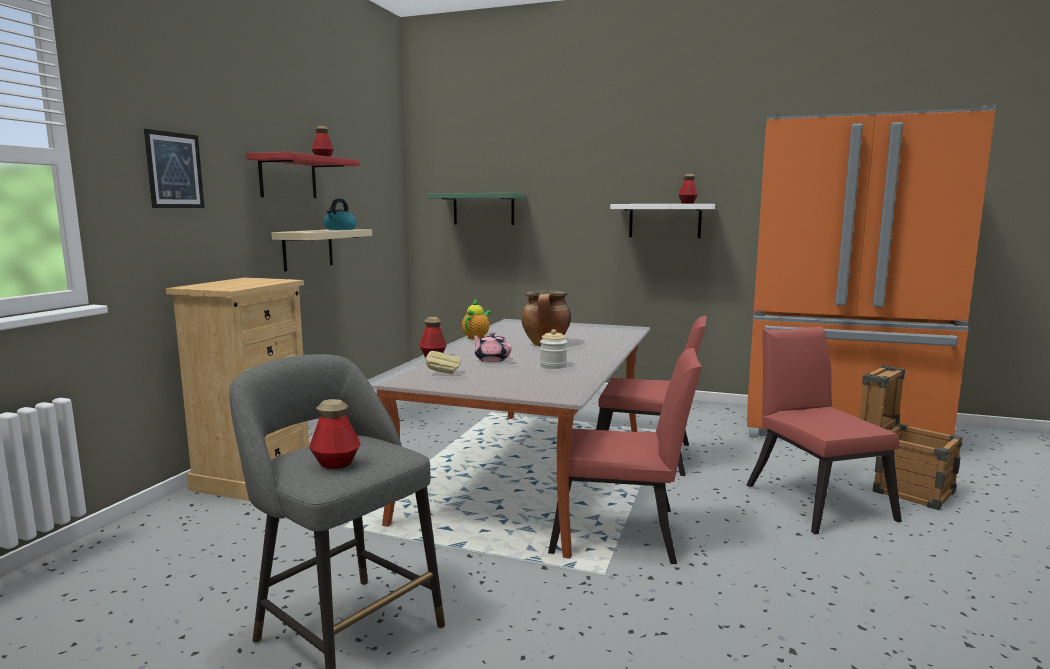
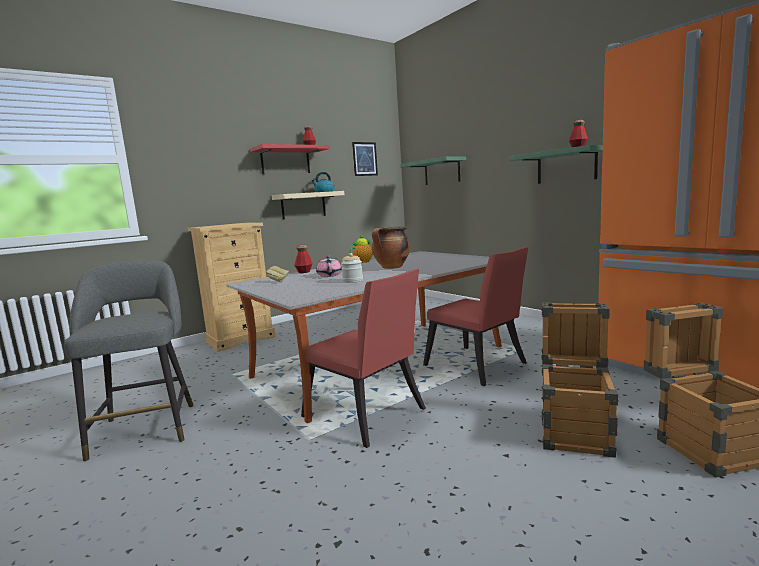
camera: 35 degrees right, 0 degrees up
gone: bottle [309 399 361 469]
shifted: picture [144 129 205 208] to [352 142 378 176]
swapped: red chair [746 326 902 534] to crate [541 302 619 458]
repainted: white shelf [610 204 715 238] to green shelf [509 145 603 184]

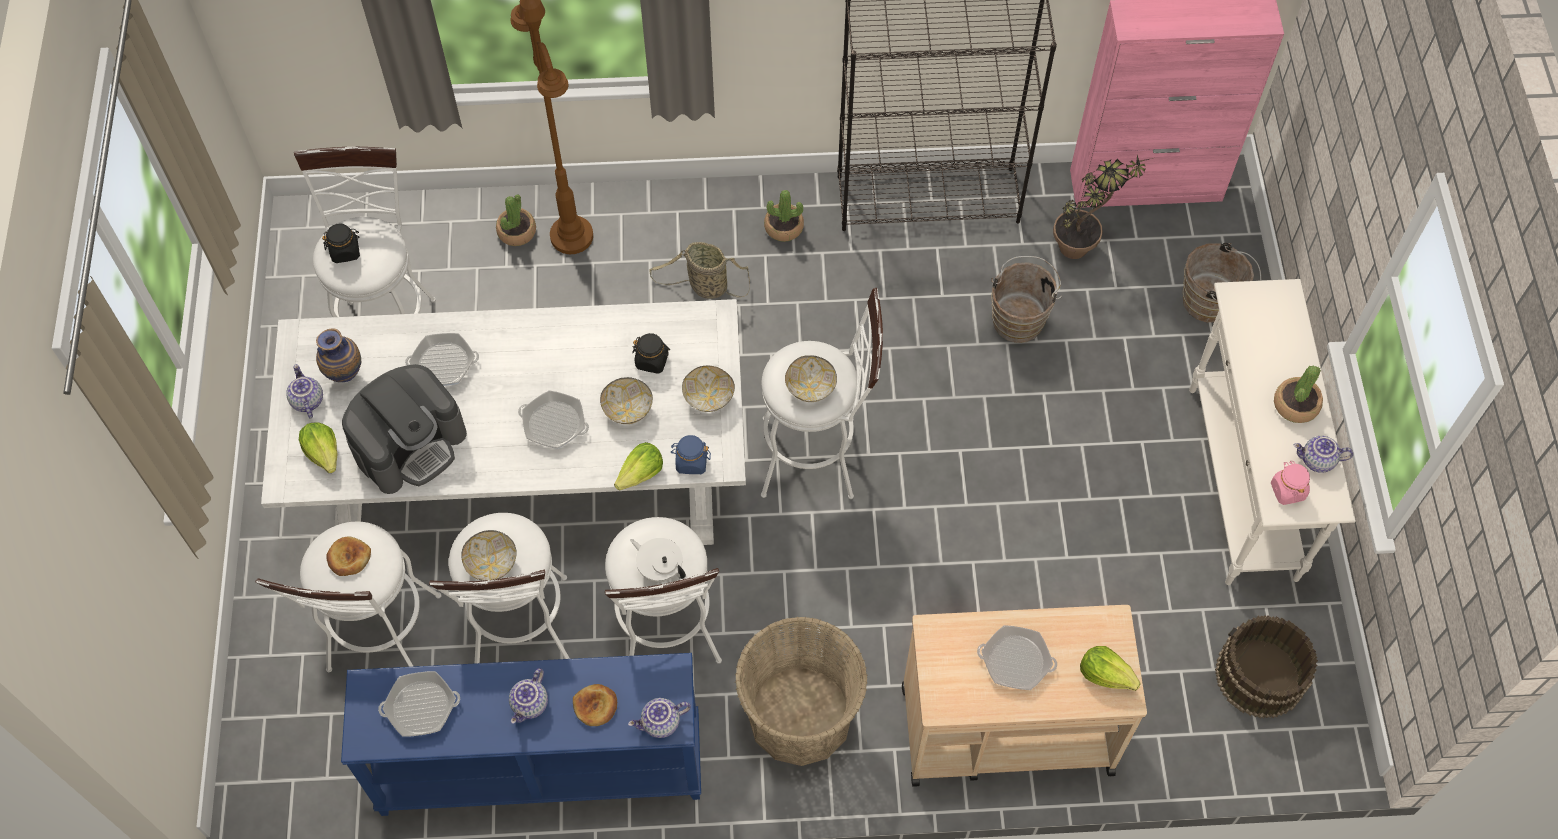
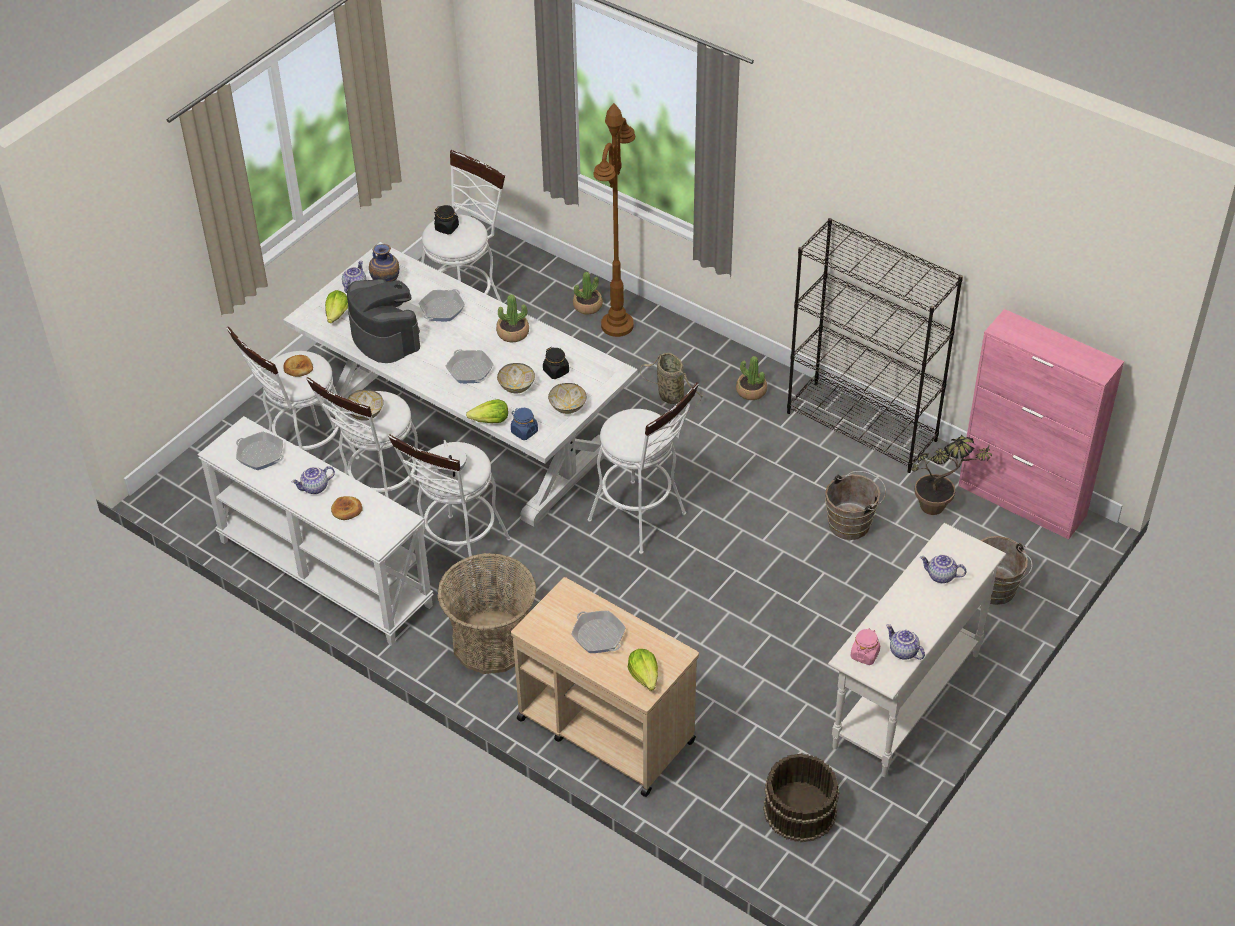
camera: 40 degrees right, 15 degrees down
gone: bowl [785 355 837 402]
shifted: potted plant [1274 366 1323 423] to [496 294 529 342]; teapot [628 698 691 738] to [920 554 966 583]
repainted: blue console table [341 653 701 816] to white console table [198 416 433 645]
rotated: coffee machine [342 364 467 494] = [347 279 420 363] 120 degrees counterclockwise; frying pan [405 333 479 386] = [419 289 465 321] 90 degrees counterclockwise

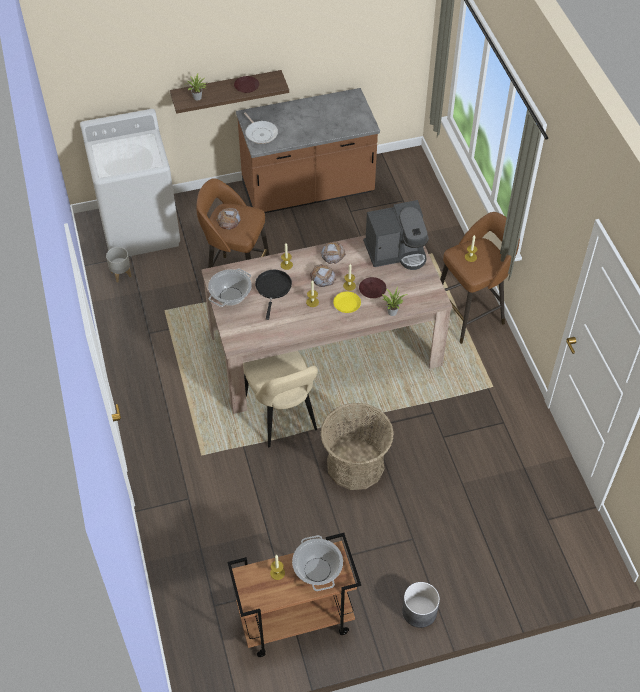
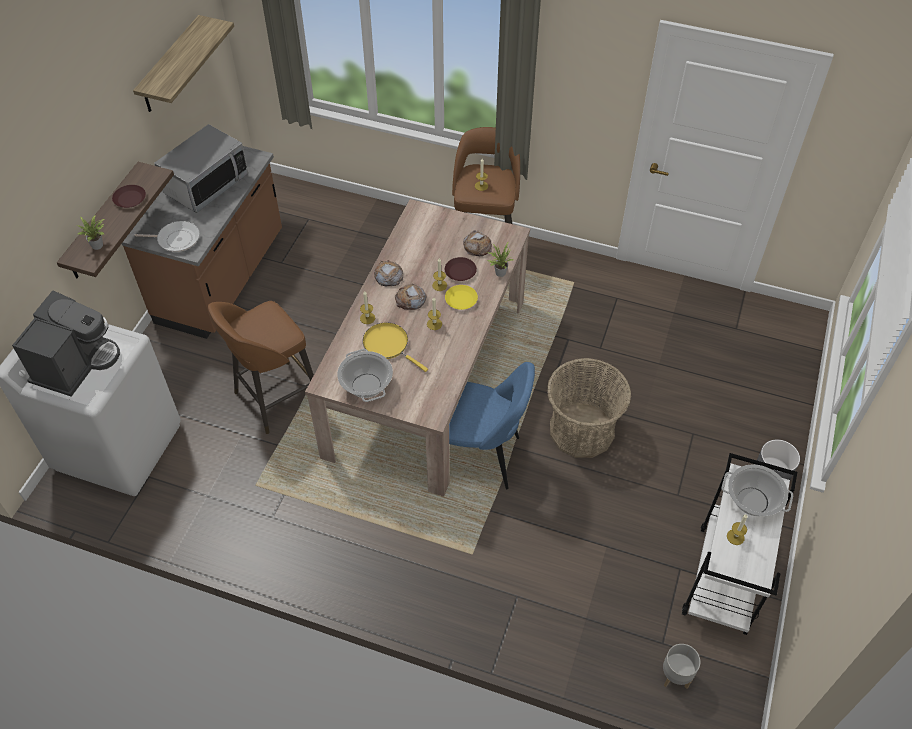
camera: 55 degrees left, 0 degrees up
new: shelf [133 15 234 112]; microwave [154 124 248 213]
shifted: coffee machine [363 200 429 270] to [12 290 120 396]; bread [217 208 241 230] to [463 230 492 256]; grey planter [106 247 131 282] to [663 644 700 689]
repainted: black frying pan [255 270 292 320] to yellow frying pan [363 322 428 372]; beige chair [243 351 318 447] to blue chair [449 362 535 489]; brown cart [227 533 361 657] to white cart [682 453 797 635]

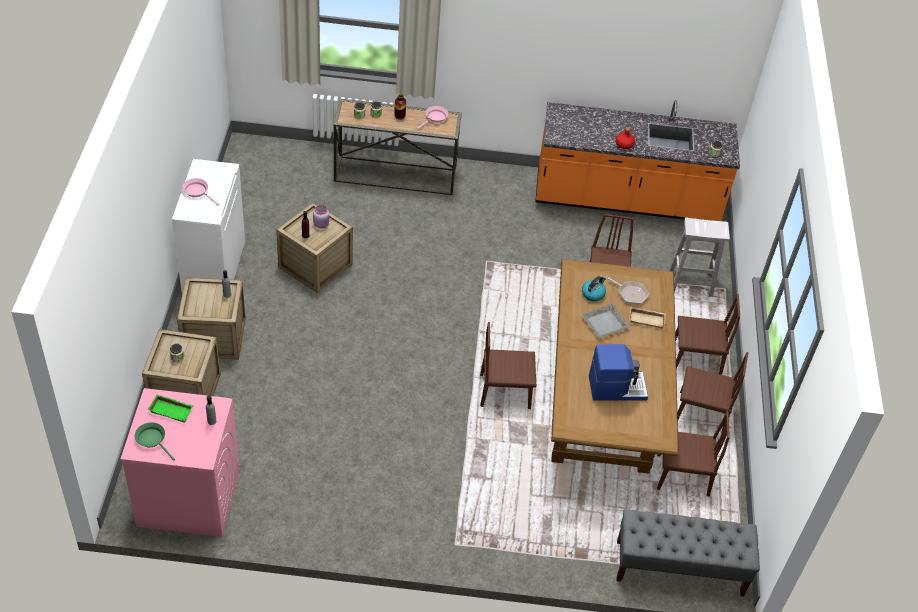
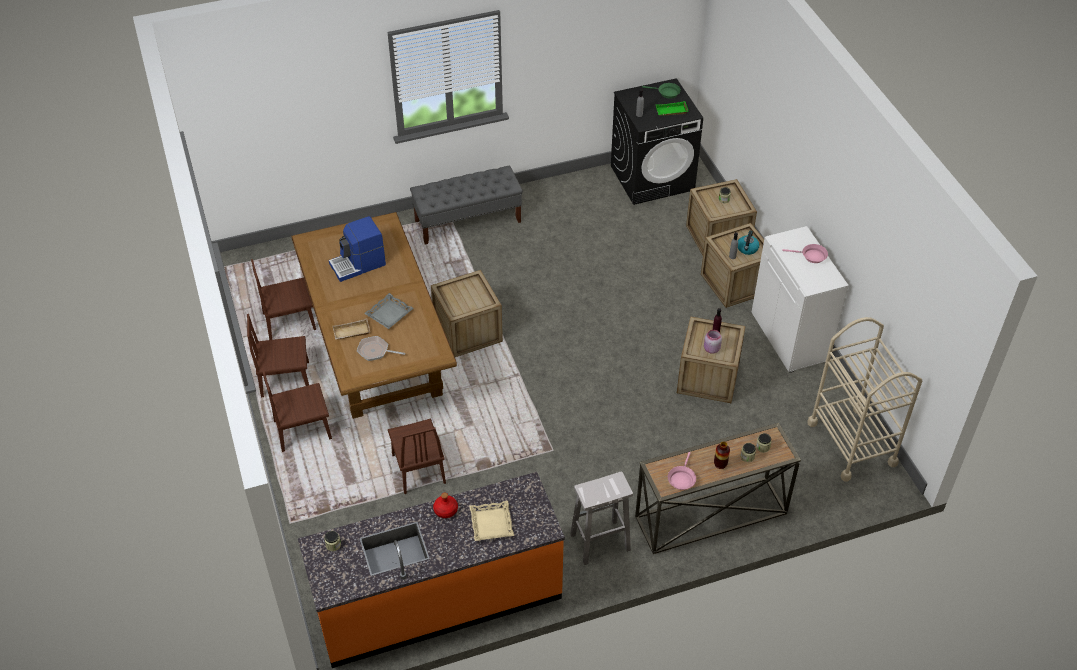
camera: 160 degrees right, 0 degrees up
new: beige tray [470 501 514 541]; beige cart [807 317 922 481]
shifted: grey bench [616 509 760 596] to [410 166 523 244]; white stool [669 218 730 297] to [570 471 633 565]; kettle [582 276 606 301] to [738 231 759 255]
swapped: brown chair [480 322 536 409] to crate [431 270 503 357]
repainted: pink washing machine [120 388 240 537] to black washing machine [611 78 703 205]

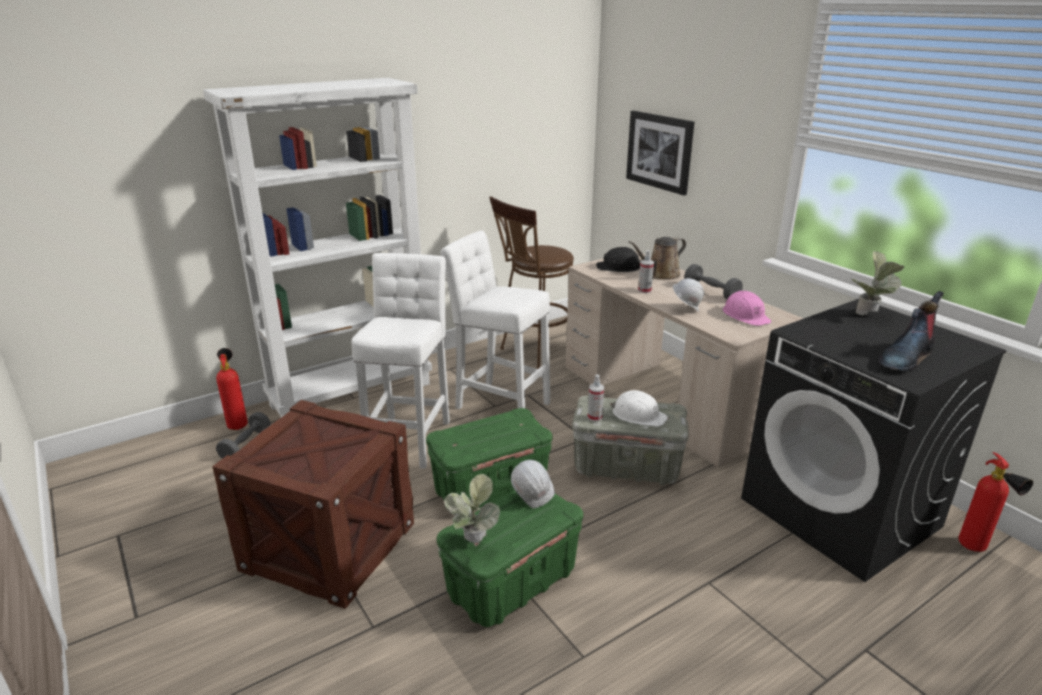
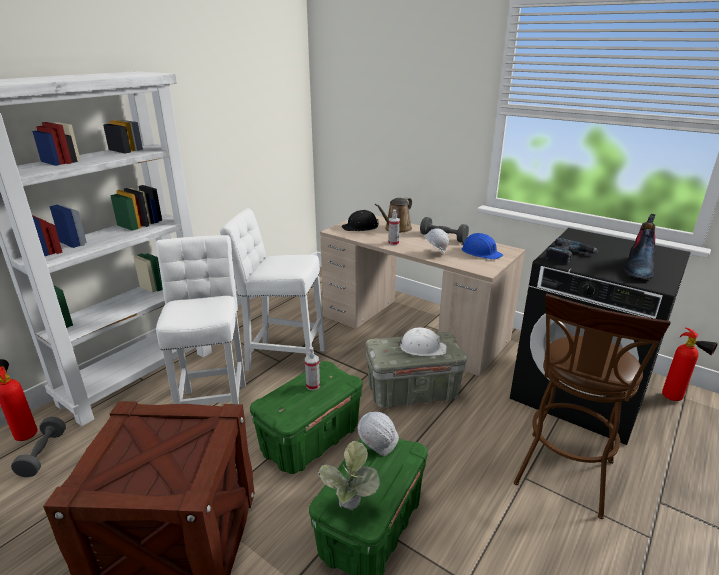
camera: 20 degrees left, 0 degrees up
gone: picture [626 111 694 195]; potted plant [851 251 905 316]
new: power drill [545 238 599 264]
shifted: spray bottle [588 374 604 421] to [305 347 320 391]; brown stool [489 197 574 369] to [514 293 671 519]
repainted: pink hard hat [723 291 772 326] to blue hard hat [461 233 503 260]

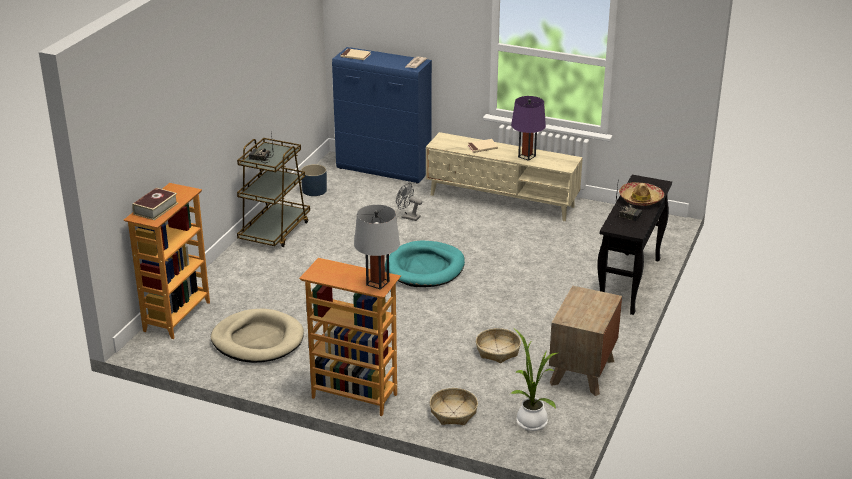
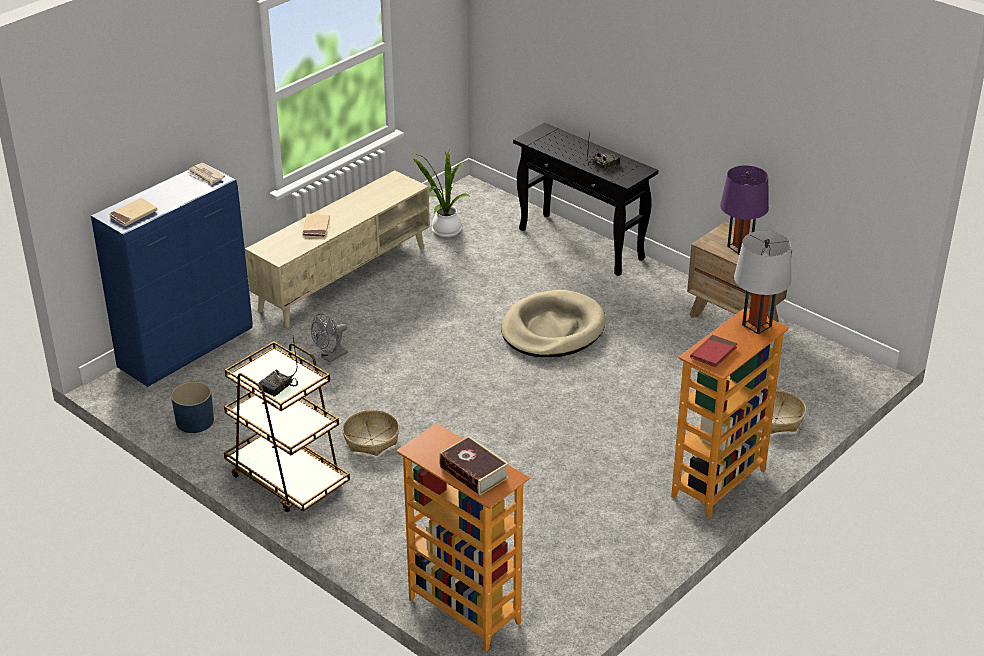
camera: 70 degrees left, 5 degrees up
gone: turquoise dog bed [385 240 465 287]; hat [619 182 664 206]
new: red book [690 335 737 367]
shifted: basket [476 328 521 363] to [342 410 399 456]; potted plant [511 329 557 431] to [412 150 469 237]; beige dog bed [211 309 304 363] to [501 290 606 357]; purple table lamp [511 96 546 161] to [720 166 769 254]

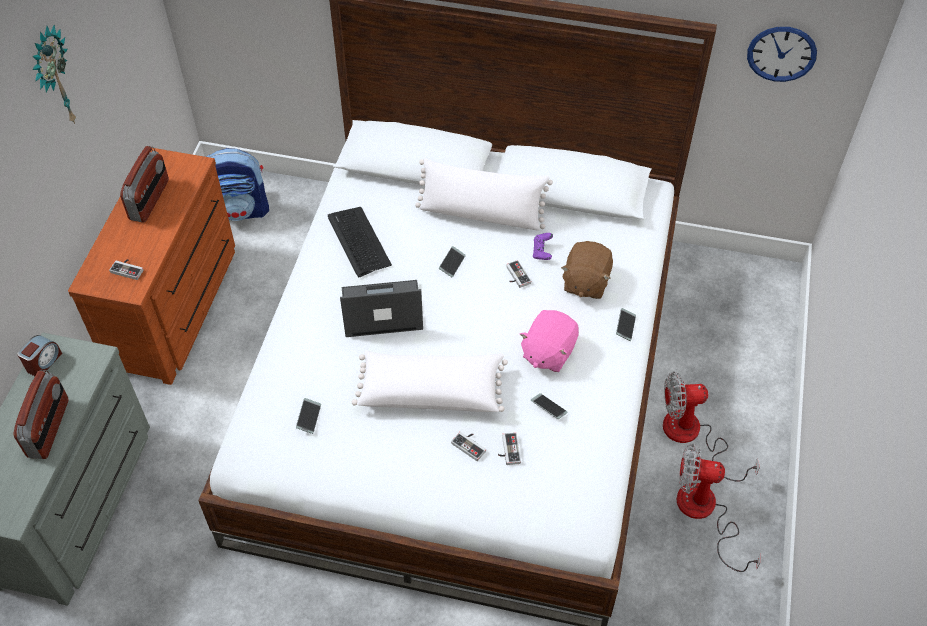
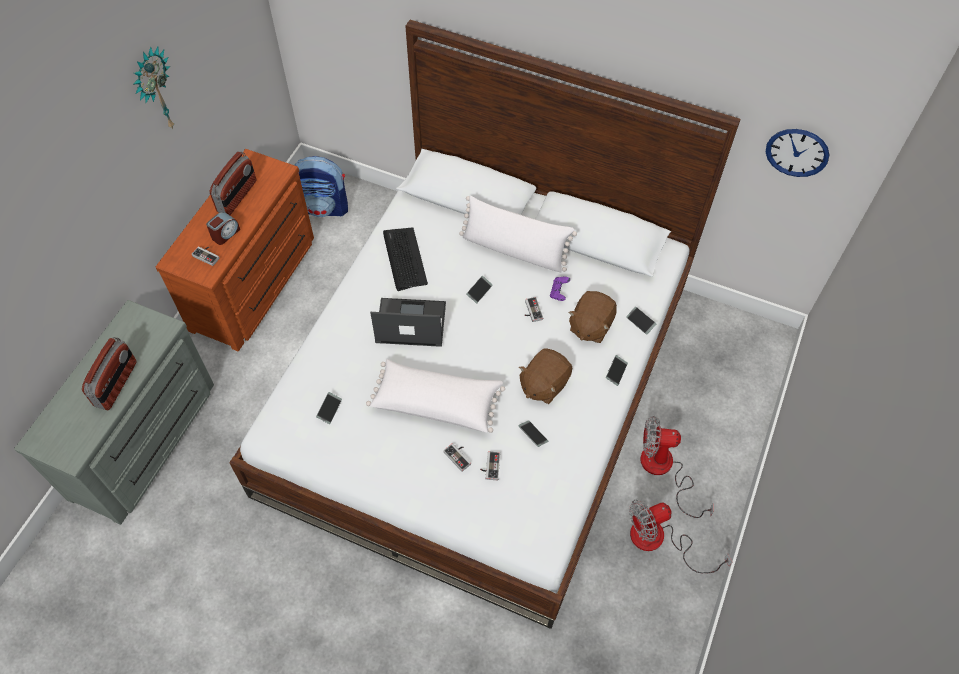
camera: 10 degrees right, 5 degrees up
new: phone [626 307 656 334]
shifted: alarm clock [17 335 62 376] to [206 212 240 245]
repainted: pink plush toy [520 310 579 372] to brown plush toy [519 348 572 404]
rotated: fan [677 443 761 572] = [630 500 732 574] 45 degrees counterclockwise

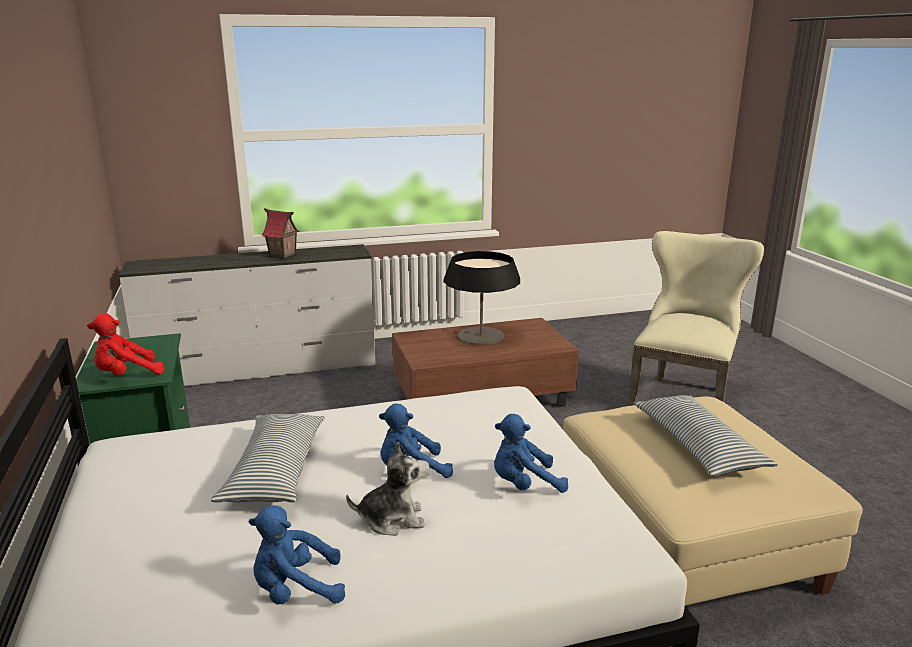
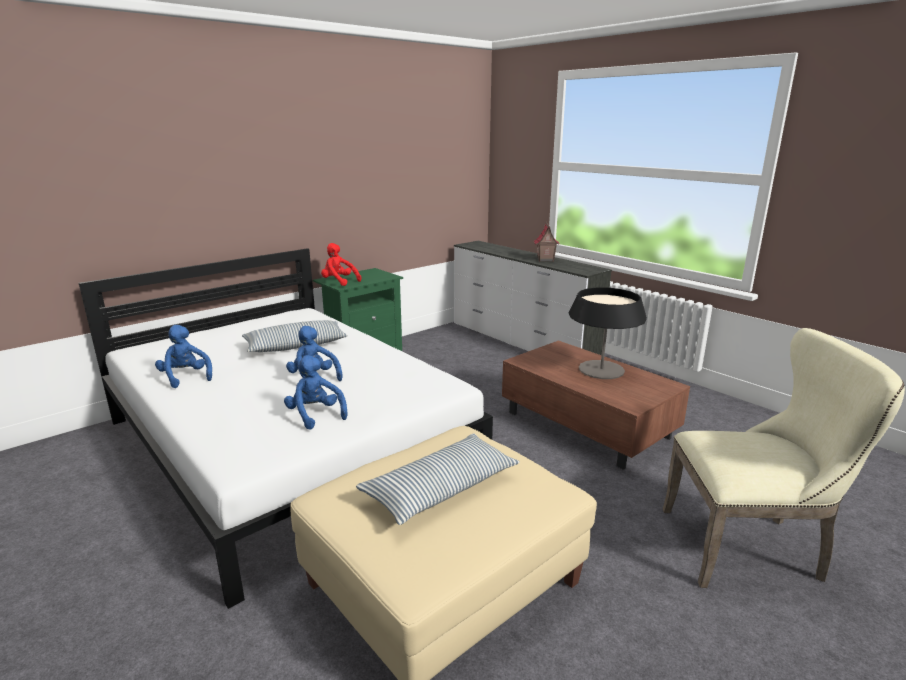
camera: 65 degrees right, 0 degrees up
gone: plush toy [346 441 430 536]

